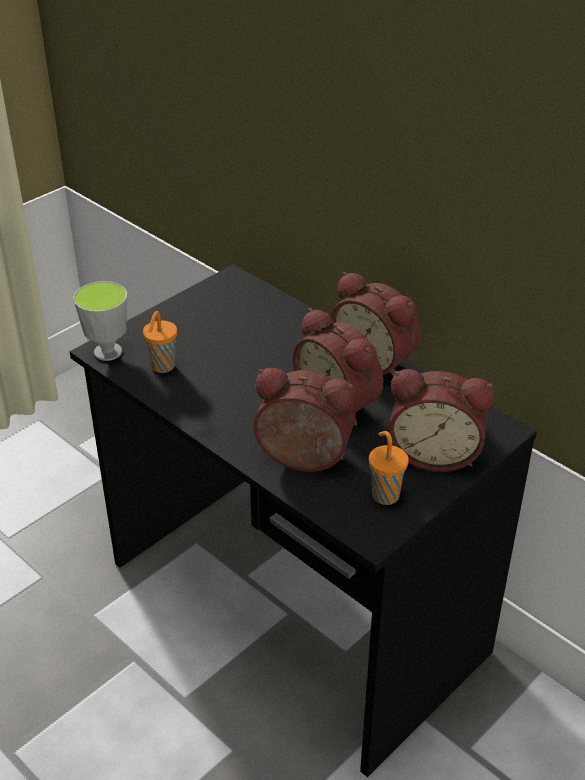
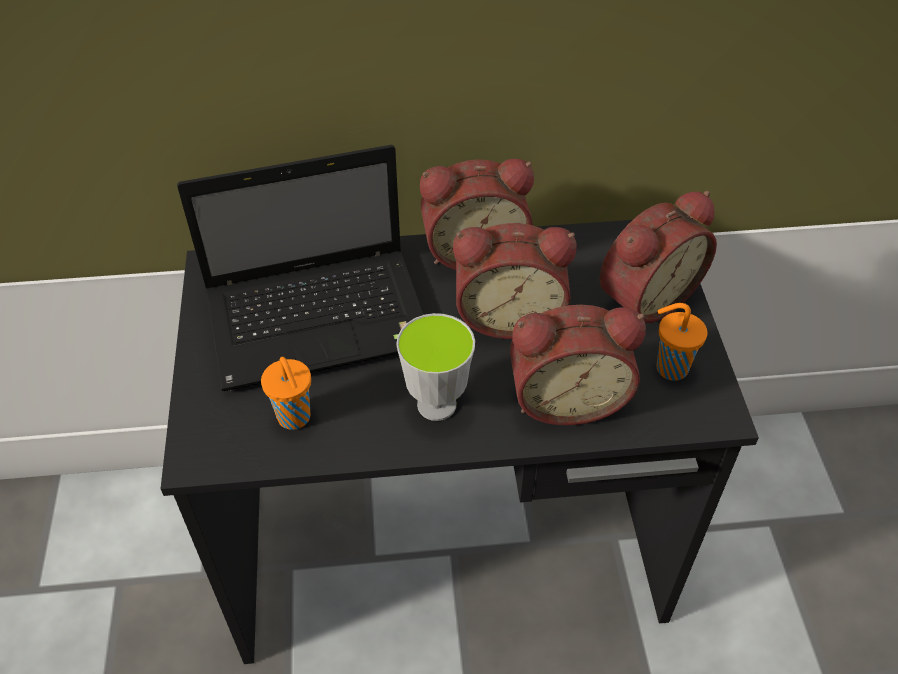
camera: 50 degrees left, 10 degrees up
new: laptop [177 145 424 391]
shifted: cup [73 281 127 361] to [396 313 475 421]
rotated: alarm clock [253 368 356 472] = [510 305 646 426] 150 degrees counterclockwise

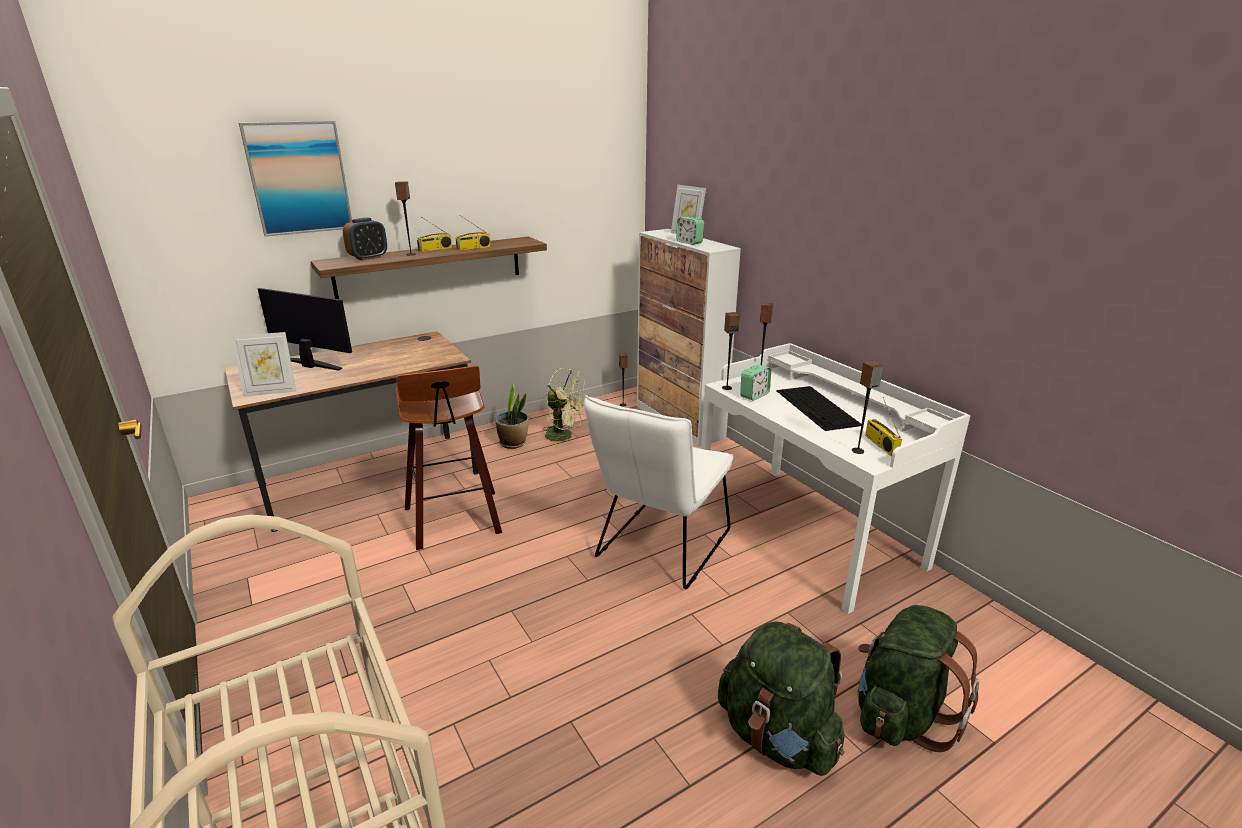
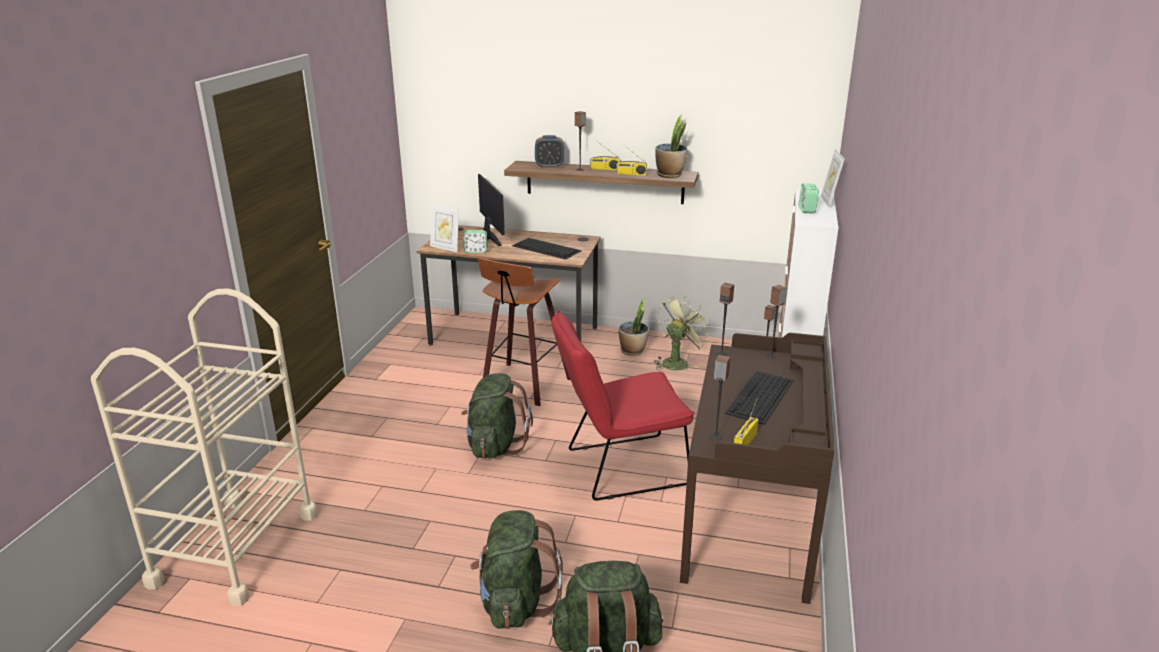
camera: 45 degrees right, 0 degrees up
gone: picture [239 121 352 237]
new: green backpack [461 373 533 458]; keyboard [512 238 582 259]; potted plant [655 114 688 178]
shifted: alarm clock [740 364 771 400] to [463 230 488 253]
repainted: white chair [584 395 733 589] to red chair [551 311 695 501]; white desk [701 343 971 614] to brown desk [680 333 835 604]
rotated: green fan [543 368 588 447] = [653 296 711 370] 120 degrees counterclockwise

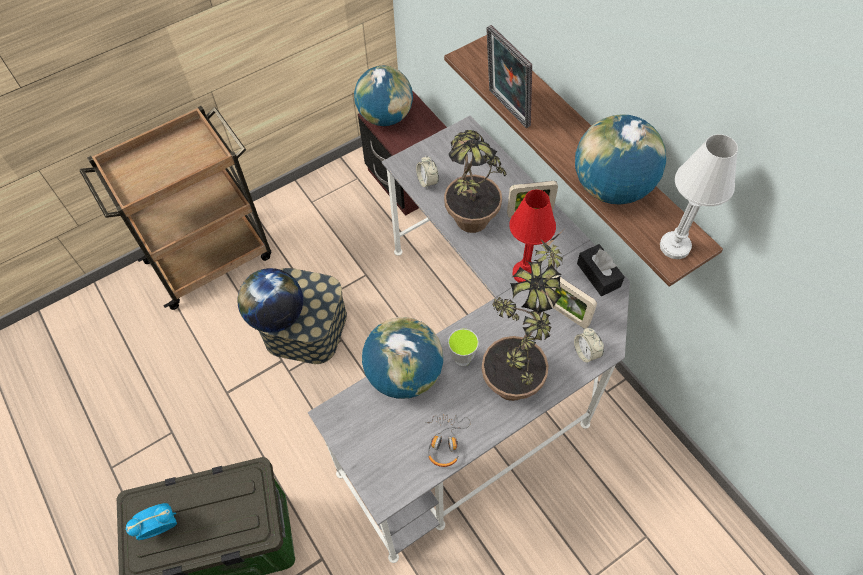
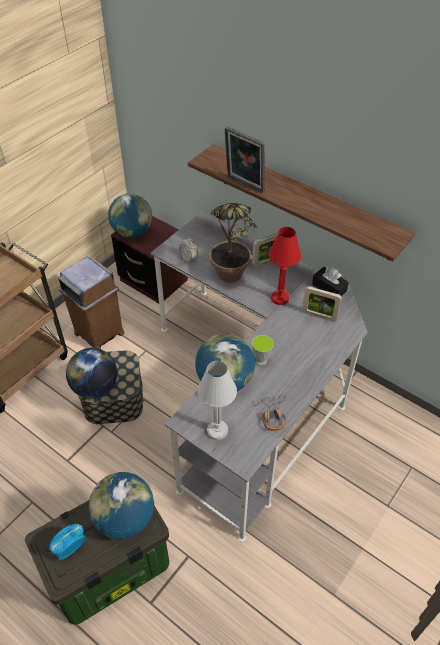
camera: 20 degrees left, 10 degrees down
gone: potted plant [482 231 563 401]; alarm clock [574 328 604 363]
new: brown trash can [58 257 124 349]
shifted: globe [575 114 666 204] to [89 472 154 539]; white table lamp [660 134 738 259] to [198 361 237 440]

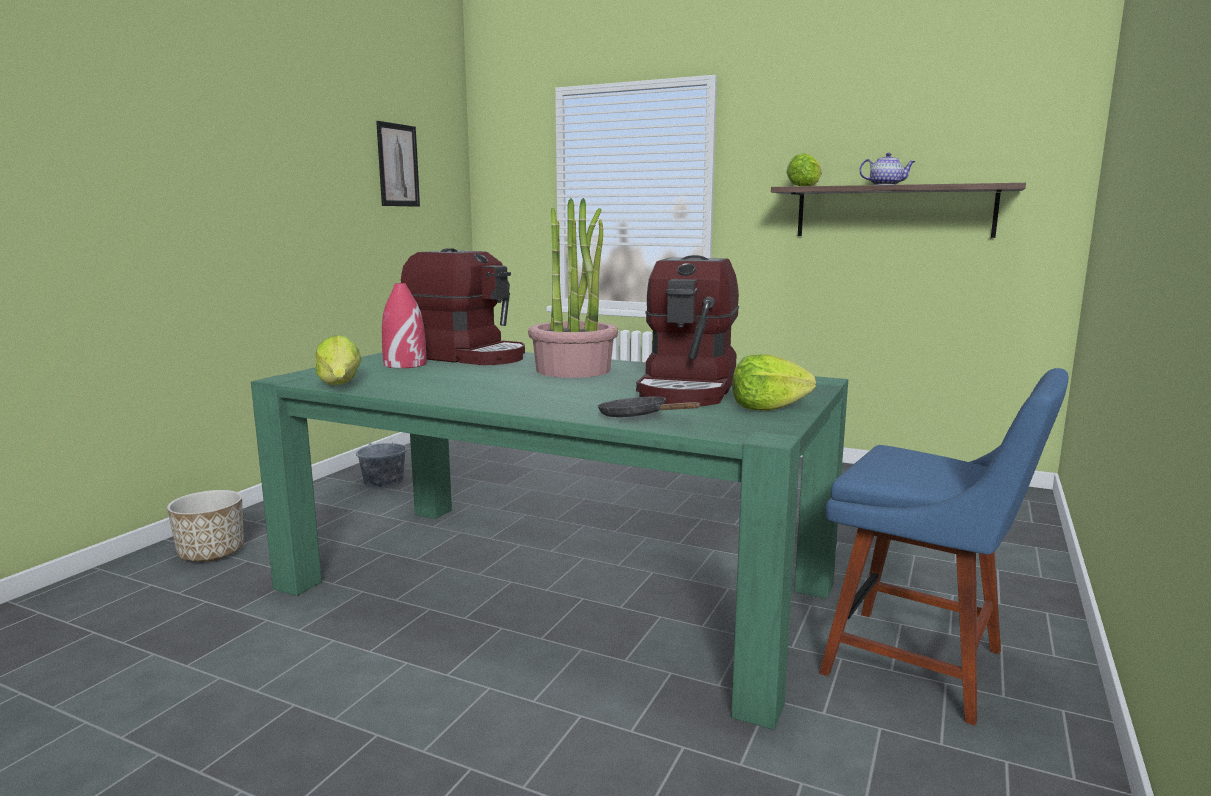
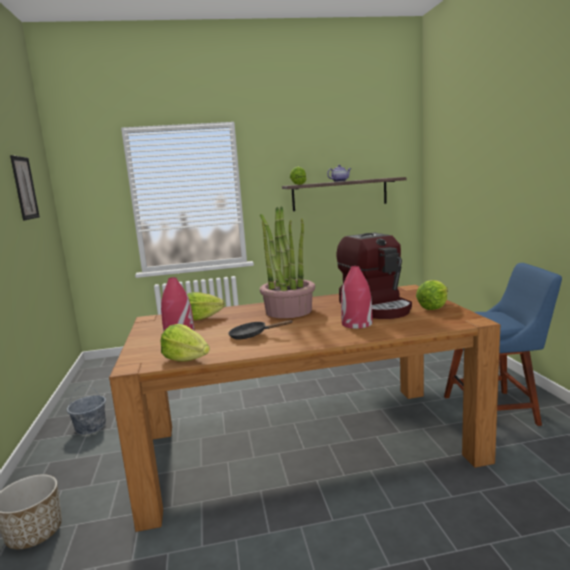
camera: 35 degrees left, 0 degrees up
new: red vase [341 266 373 329]
shifted: black frying pan [598 396 700 417] to [228 320 292 339]
swapped: coffee machine [401 248 525 365] to lettuce [187 292 225 320]
repainted: green dining table [251 352 848 730] to brown dining table [109 285 500 532]

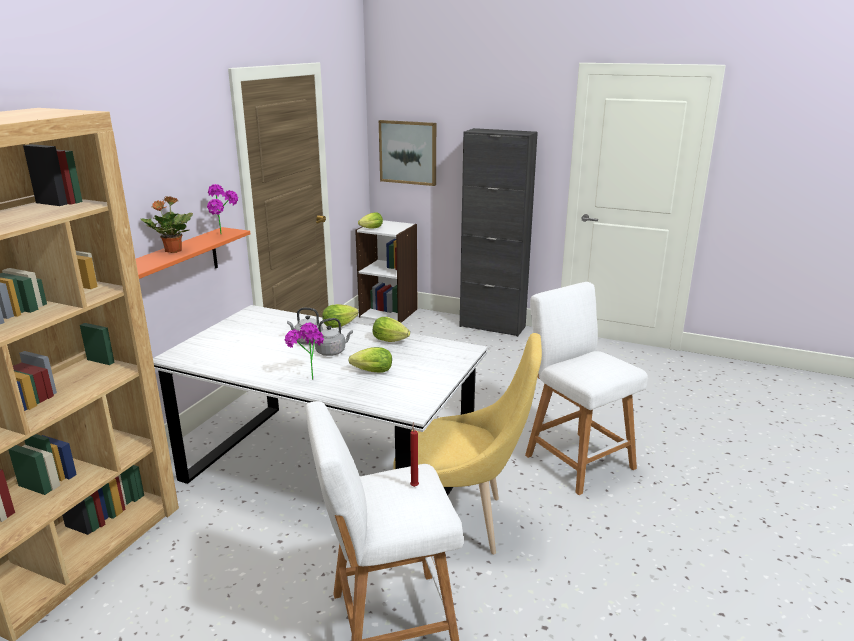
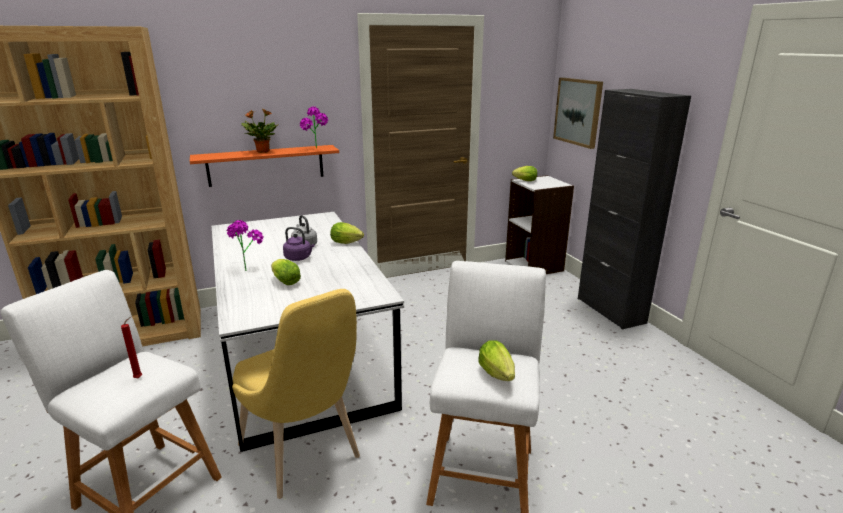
camera: 45 degrees right, 0 degrees up
shifted: lettuce [373 317 410 342] to [478 340 515 381]
repainted: grey kettle [315 318 353 356] to purple kettle [283 227 315 261]

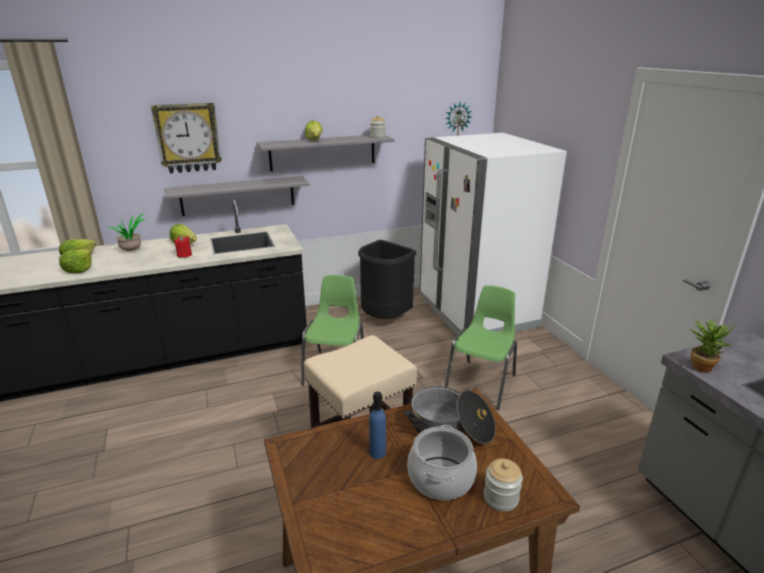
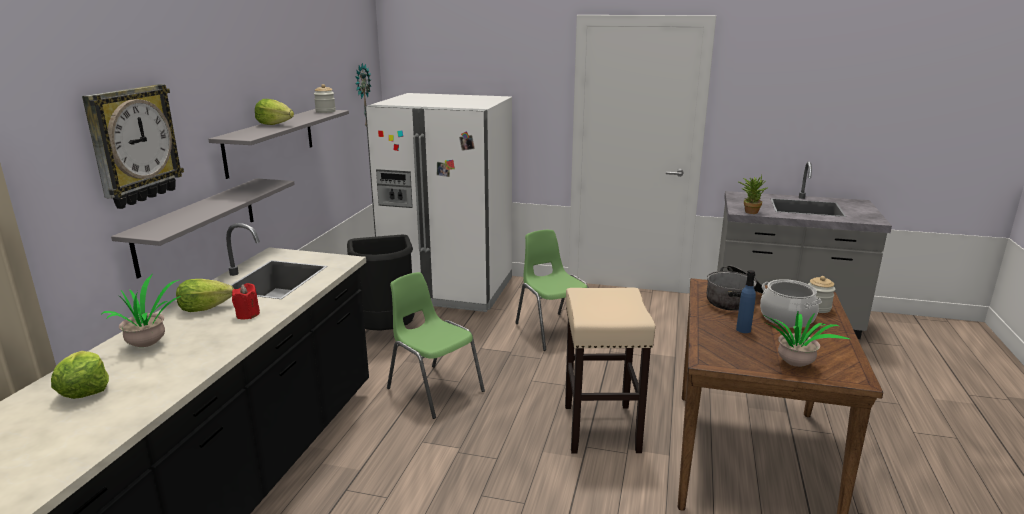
camera: 55 degrees left, 5 degrees down
gone: lettuce [59 249 92 273]
new: potted plant [766 312 850 367]

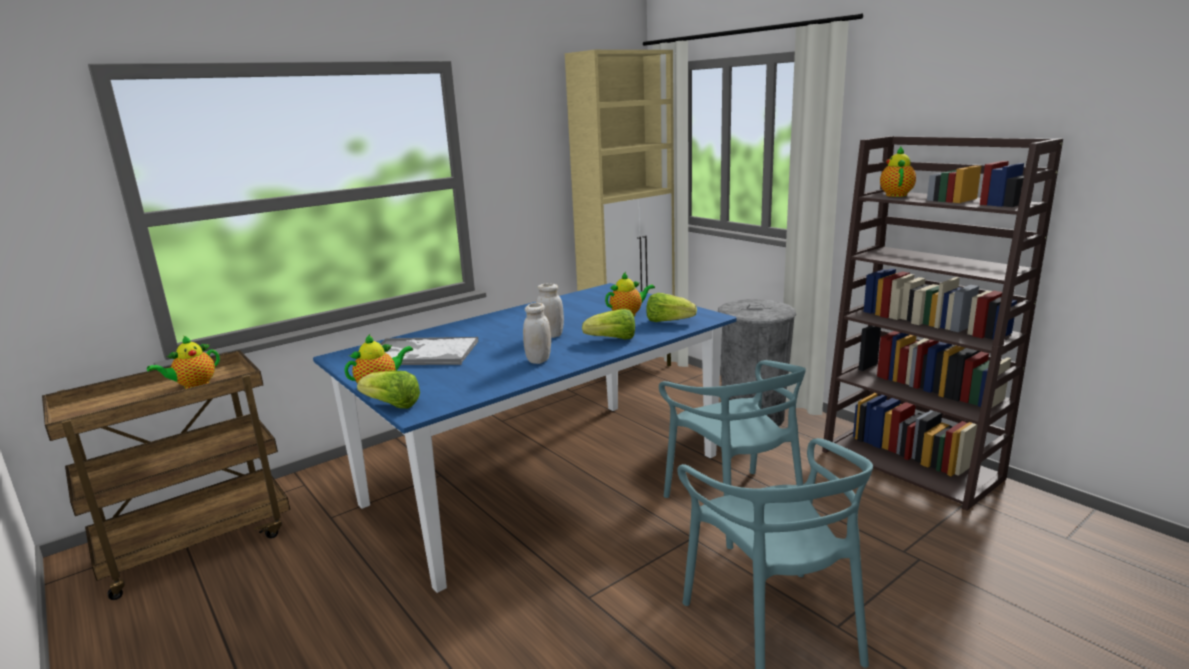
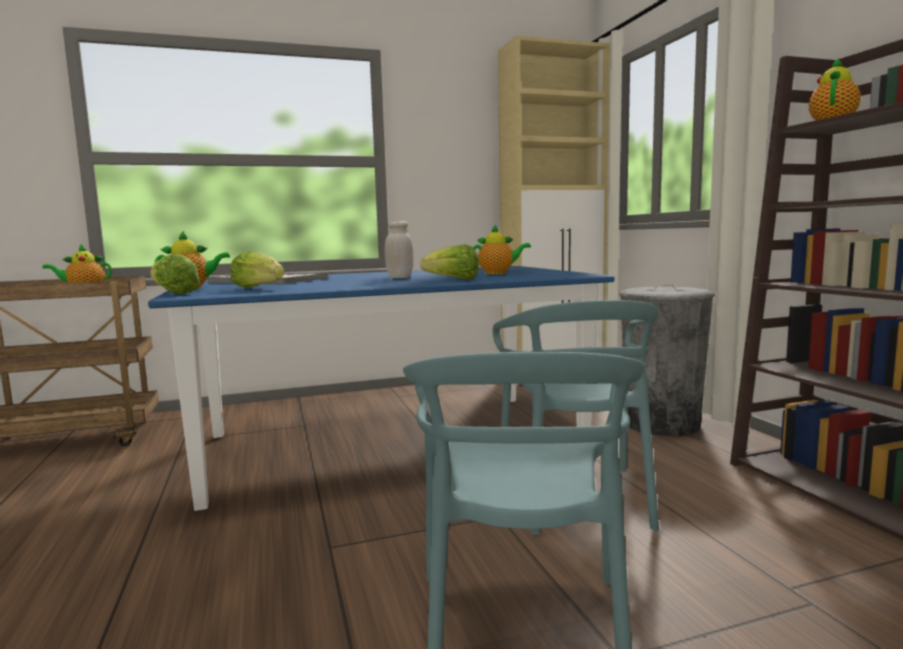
camera: 20 degrees right, 10 degrees down
gone: white jar [523 303 551 364]
shifted: lettuce [646 293 697 322] to [231 251 284 288]

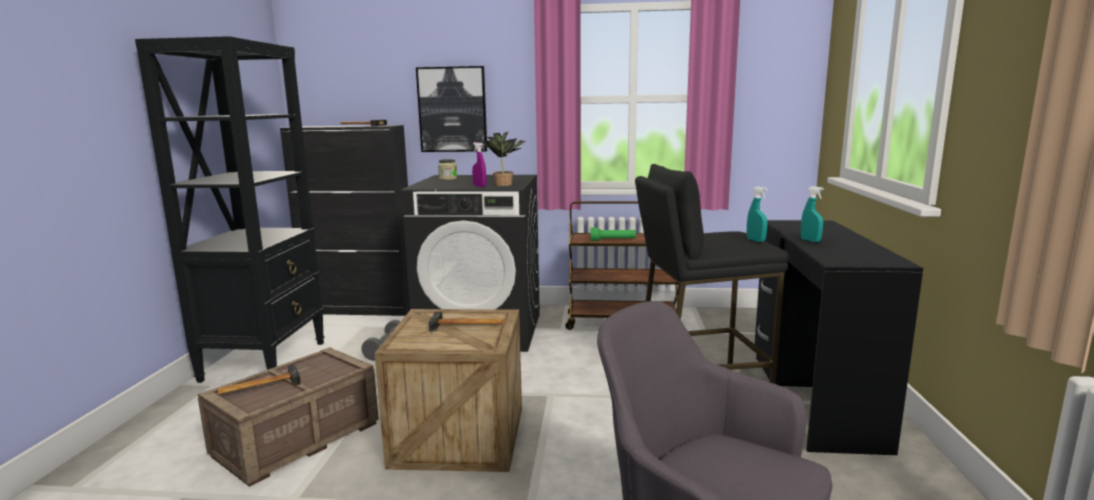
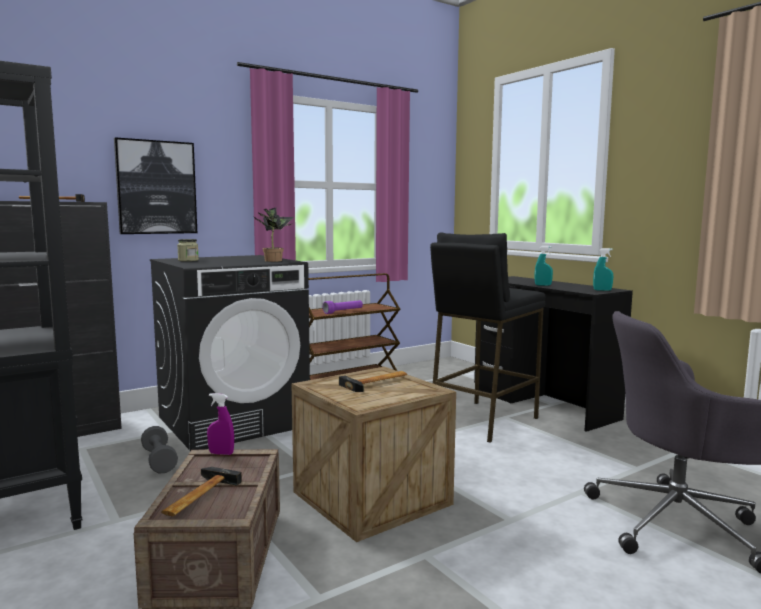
camera: 40 degrees left, 5 degrees down
shifted: purple spray bottle [472 142 486 187] to [207 393 234 455]; turquoise spray bottle [747 187 767 242] to [593 248 613 291]
repainted: green flashlight [590 227 636 241] to purple flashlight [323 300 363 314]

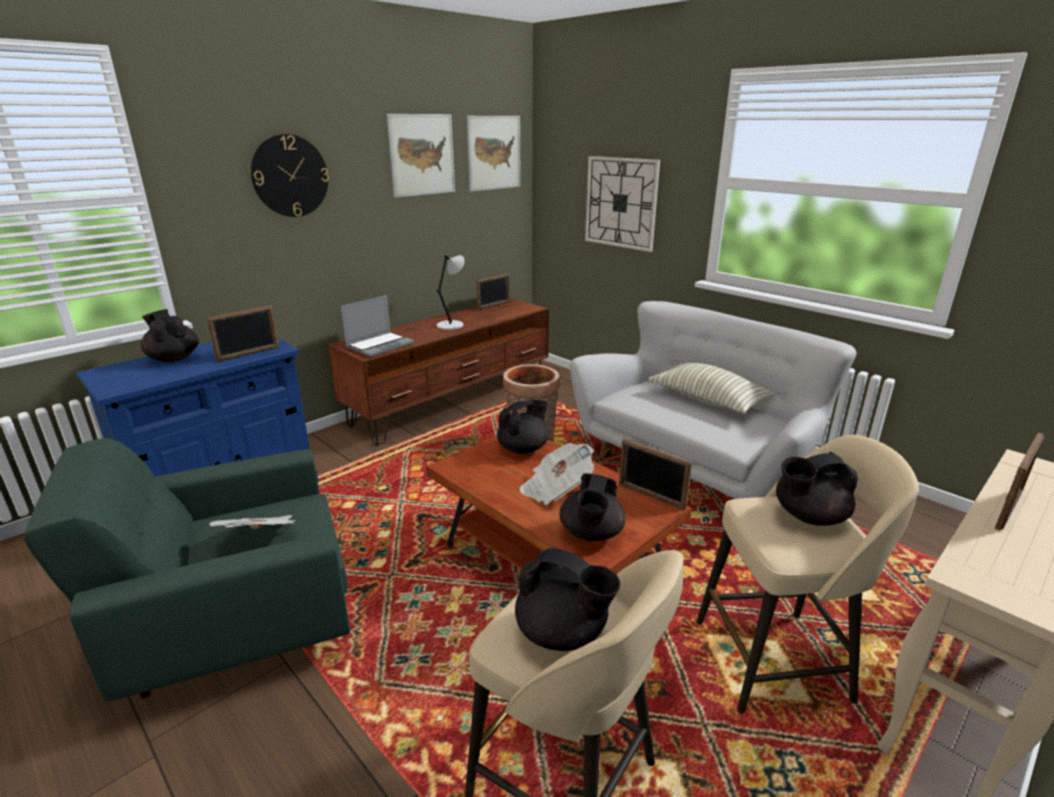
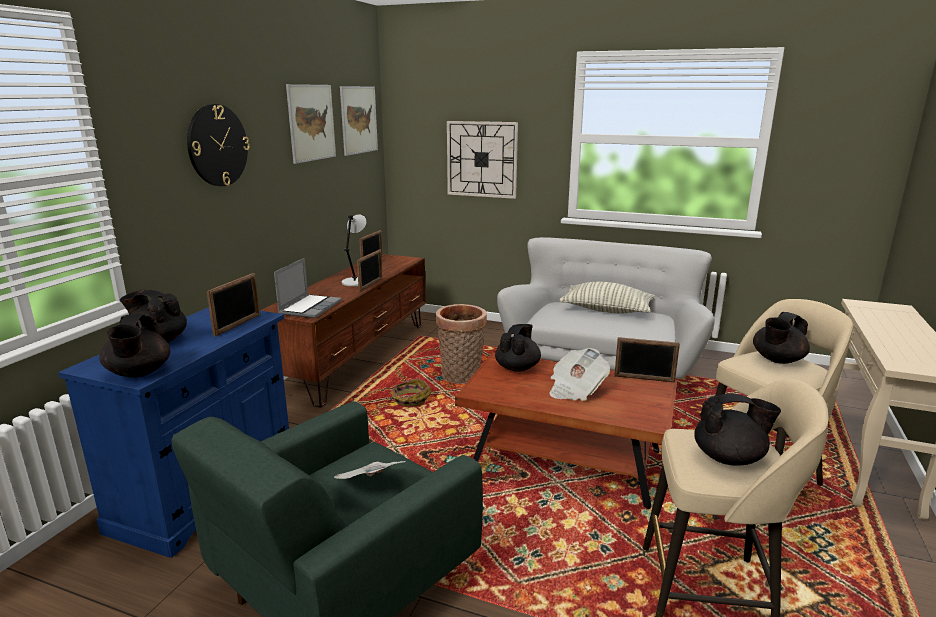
camera: 25 degrees left, 5 degrees down
shifted: black teapot [559 473 626 541] to [100 314 170 378]; picture frame [995 433 1044 531] to [357 249 382 292]

